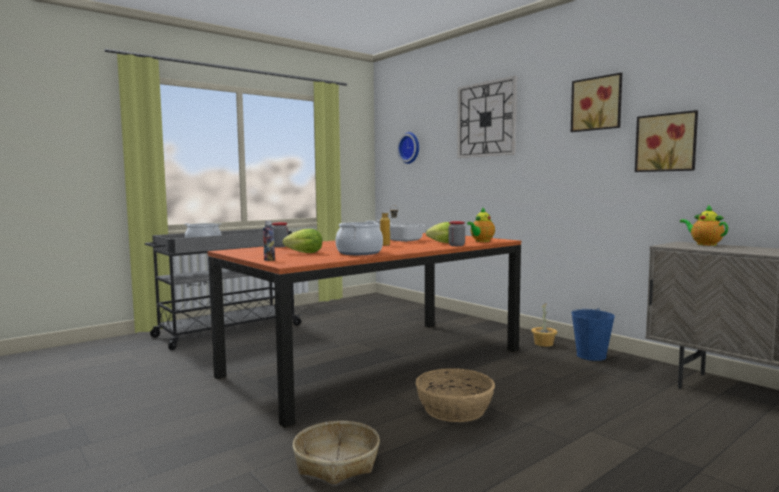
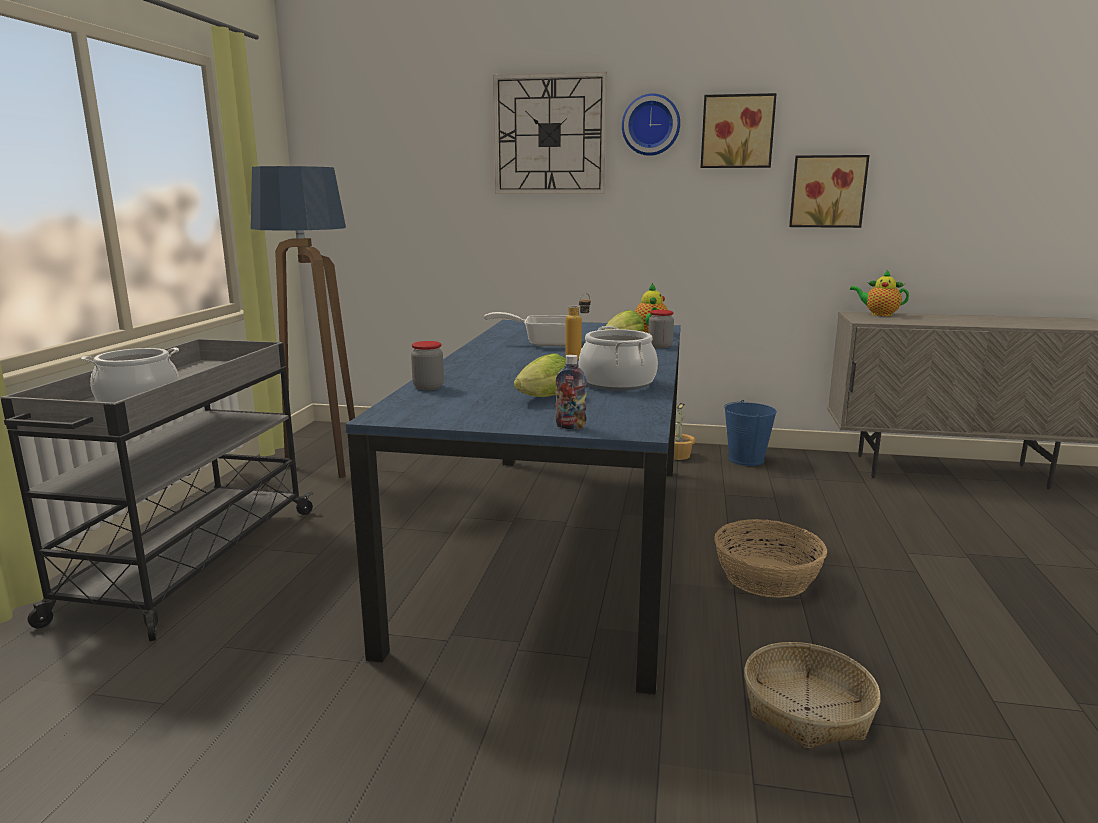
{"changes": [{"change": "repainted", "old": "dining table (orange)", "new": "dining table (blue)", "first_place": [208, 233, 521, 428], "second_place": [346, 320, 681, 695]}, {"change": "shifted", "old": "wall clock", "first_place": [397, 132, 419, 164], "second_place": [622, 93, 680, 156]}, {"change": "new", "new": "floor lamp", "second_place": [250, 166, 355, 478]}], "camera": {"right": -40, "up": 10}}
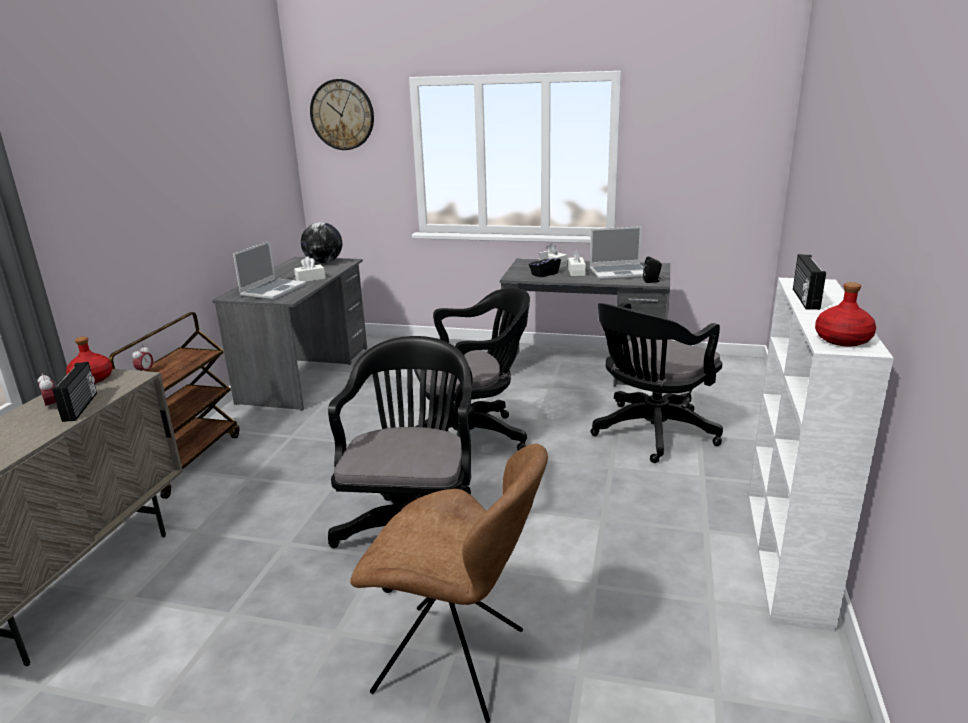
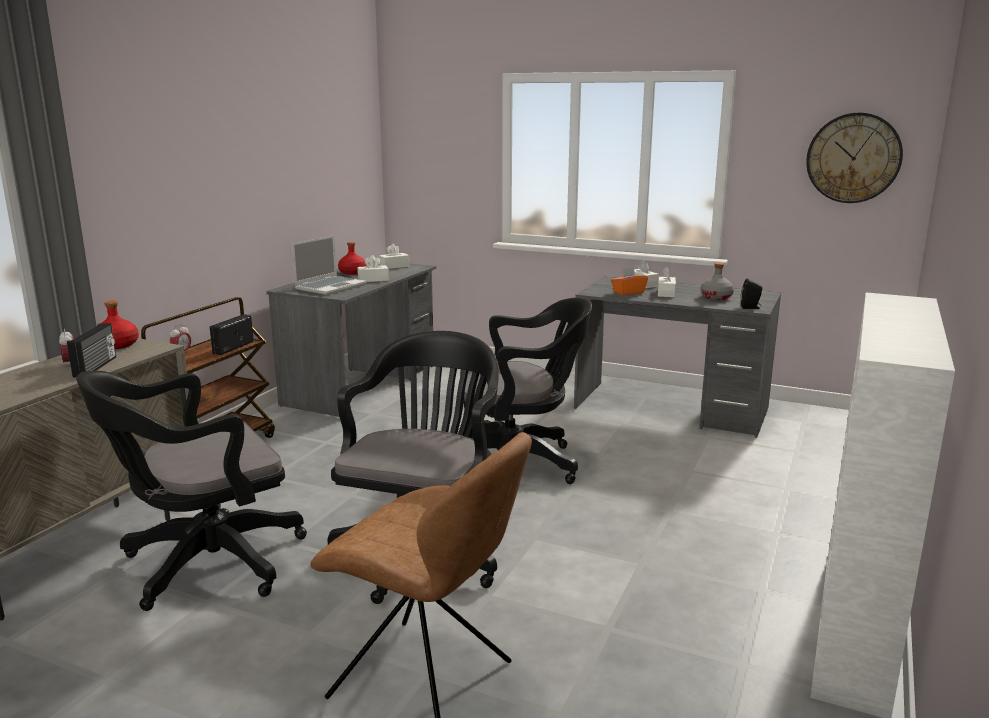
{"changes": [{"change": "swapped", "old": "globe", "new": "tissue box (white)", "first_place": [301, 222, 342, 264], "second_place": [379, 244, 409, 269]}, {"change": "shifted", "old": "wall clock", "first_place": [310, 79, 374, 150], "second_place": [806, 112, 903, 203]}, {"change": "repainted", "old": "tissue box (black)", "new": "tissue box (orange)", "first_place": [529, 251, 561, 277], "second_place": [611, 267, 648, 295]}, {"change": "swapped", "old": "laptop", "new": "bottle (grey)", "first_place": [590, 226, 643, 280], "second_place": [701, 263, 734, 300]}, {"change": "shifted", "old": "office chair (black)", "first_place": [590, 302, 723, 463], "second_place": [76, 370, 307, 611]}, {"change": "shifted", "old": "radio", "first_place": [793, 254, 826, 310], "second_place": [210, 314, 254, 355]}, {"change": "shifted", "old": "bottle (red)", "first_place": [815, 282, 876, 346], "second_place": [338, 242, 367, 275]}], "camera": {"right": 10, "up": -5}}
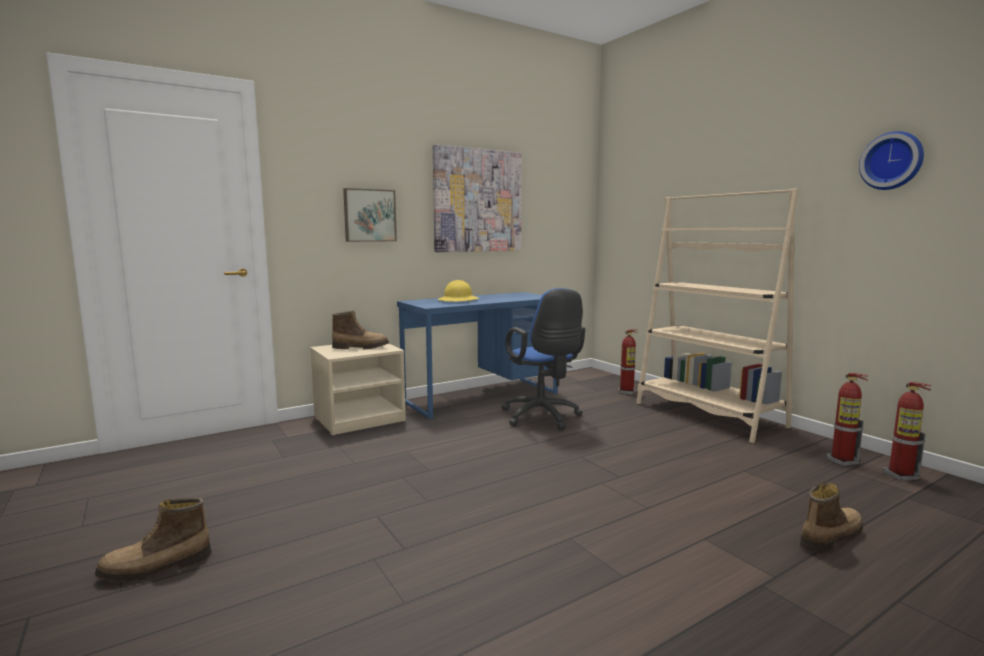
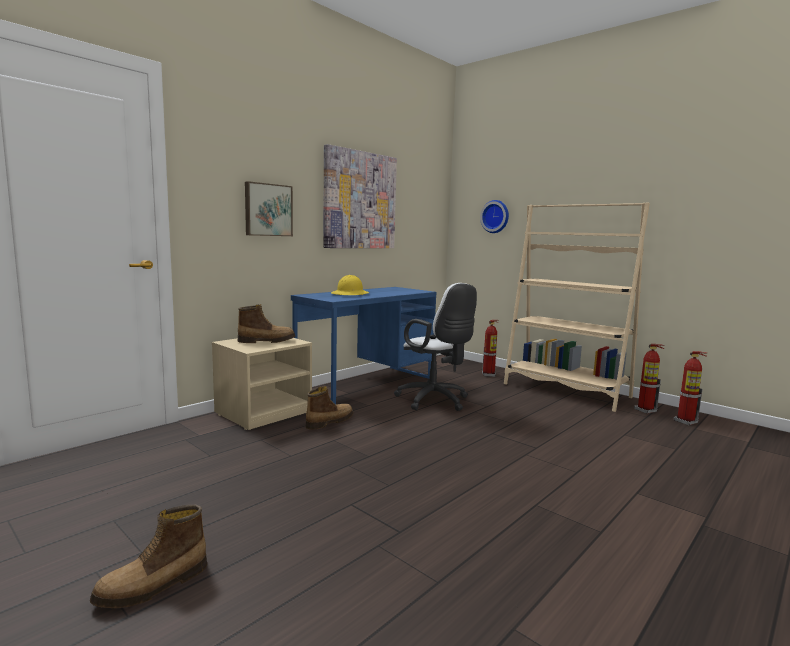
{"changes": [{"change": "repainted", "old": "office chair (blue)", "new": "office chair (white)", "first_place": [502, 288, 585, 430], "second_place": [394, 283, 477, 411]}, {"change": "shifted", "old": "boot", "first_place": [800, 483, 863, 554], "second_place": [306, 386, 353, 429]}, {"change": "shifted", "old": "wall clock", "first_place": [859, 131, 924, 190], "second_place": [480, 200, 509, 233]}, {"change": "shifted", "old": "fire extinguisher", "first_place": [883, 382, 931, 481], "second_place": [634, 344, 665, 414]}], "camera": {"right": -15, "up": 0}}
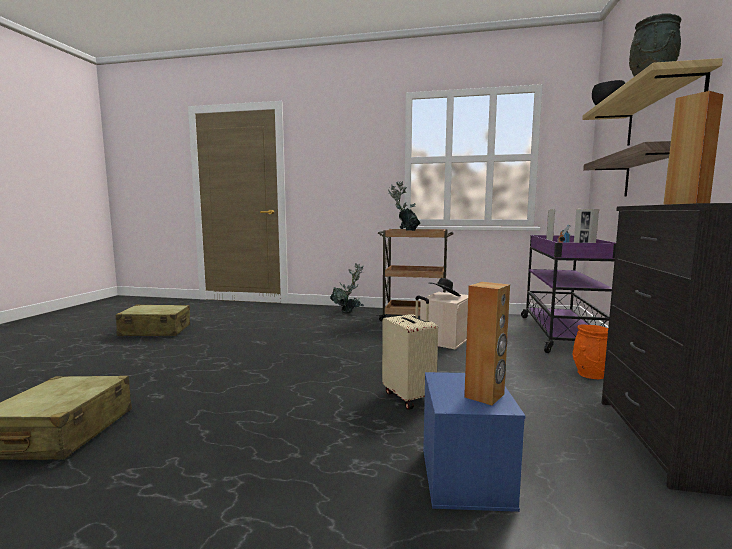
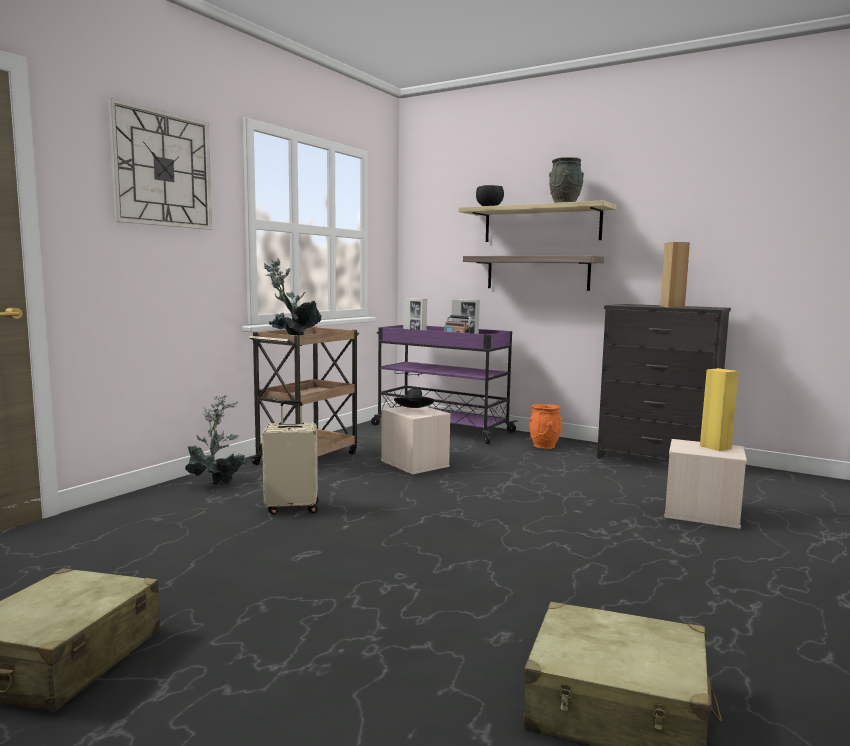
{"changes": [{"change": "shifted", "old": "suitcase (beige)", "first_place": [382, 295, 438, 410], "second_place": [262, 400, 319, 514]}, {"change": "repainted", "old": "storage box (blue)", "new": "storage box (beige)", "first_place": [423, 372, 525, 512], "second_place": [664, 439, 747, 529]}, {"change": "repainted", "old": "speaker (brown)", "new": "speaker (yellow)", "first_place": [464, 282, 510, 406], "second_place": [700, 368, 738, 451]}, {"change": "new", "new": "wall clock", "second_place": [108, 98, 212, 230]}], "camera": {"right": -70, "up": 0}}
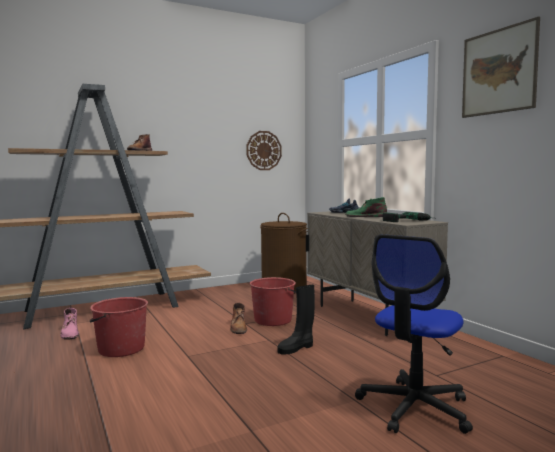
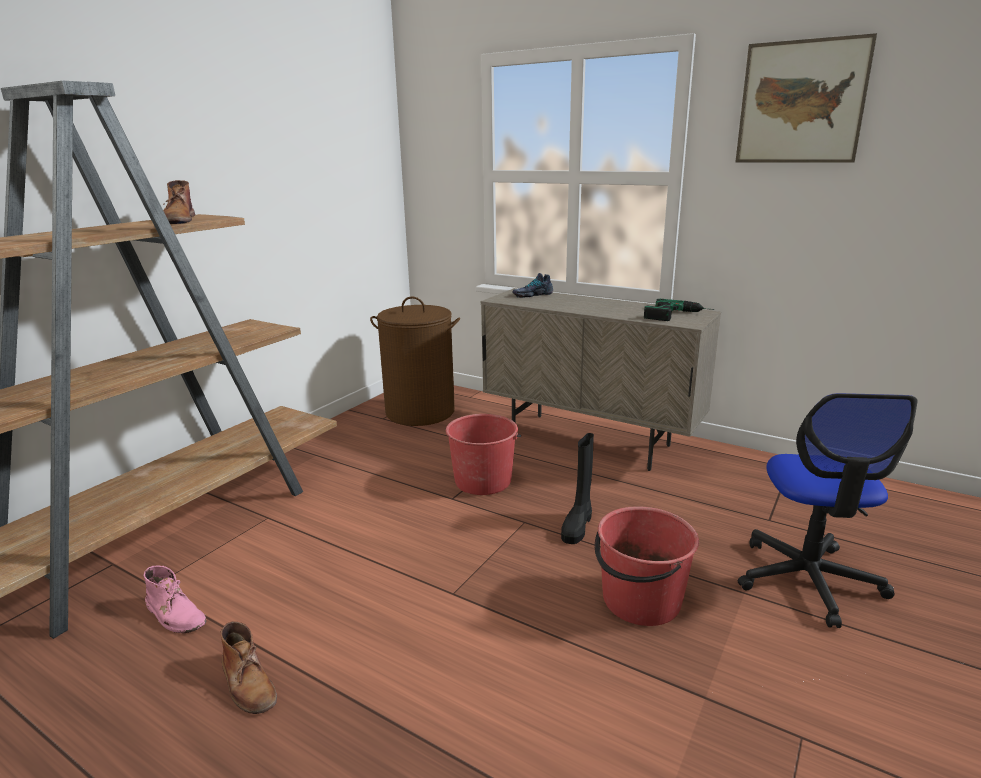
{"changes": [{"change": "shifted", "old": "bucket (red)", "first_place": [89, 297, 148, 357], "second_place": [595, 507, 699, 626]}, {"change": "shifted", "old": "boot (brown)", "first_place": [230, 303, 247, 334], "second_place": [221, 621, 277, 714]}, {"change": "gone", "old": "wall clock", "first_place": [246, 131, 282, 170]}, {"change": "gone", "old": "boot (green)", "first_place": [345, 197, 387, 217]}], "camera": {"right": -30, "up": 15}}
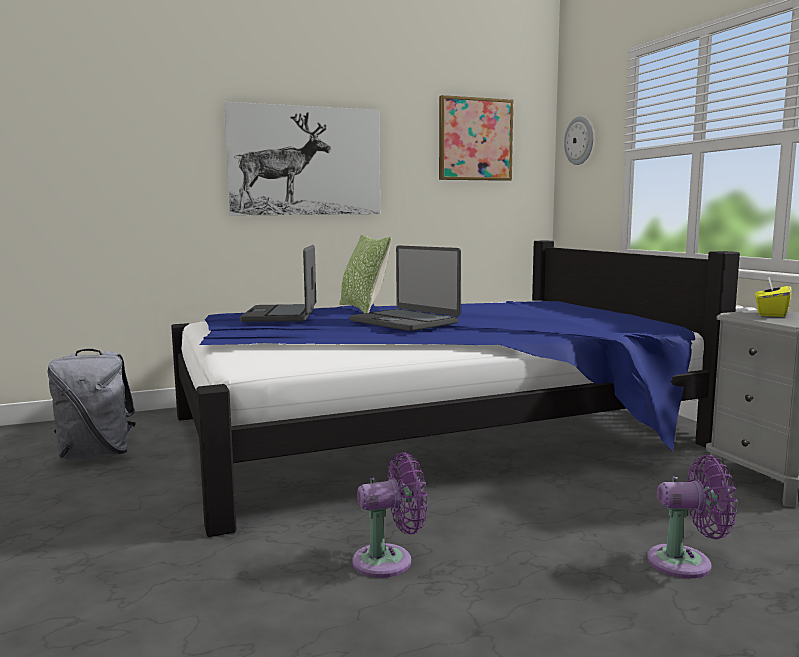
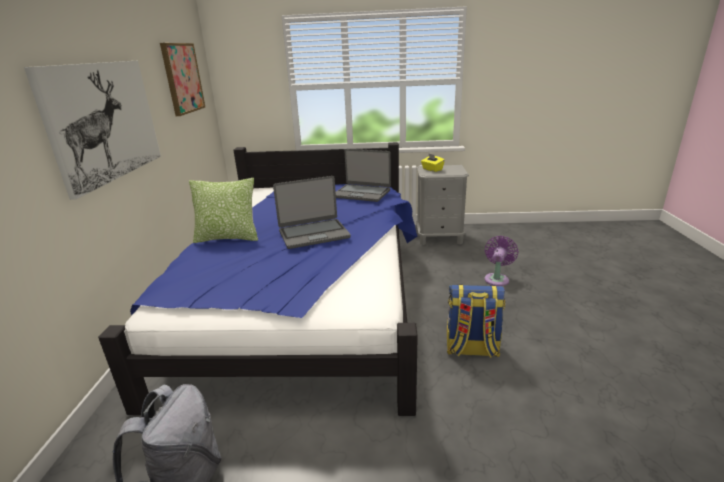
{"changes": [{"change": "shifted", "old": "laptop", "first_place": [240, 245, 316, 322], "second_place": [336, 149, 391, 202]}, {"change": "swapped", "old": "fan (purple)", "new": "backpack", "first_place": [352, 452, 428, 578], "second_place": [447, 284, 505, 358]}, {"change": "gone", "old": "wall clock", "first_place": [564, 116, 594, 165]}], "camera": {"right": -65, "up": 15}}
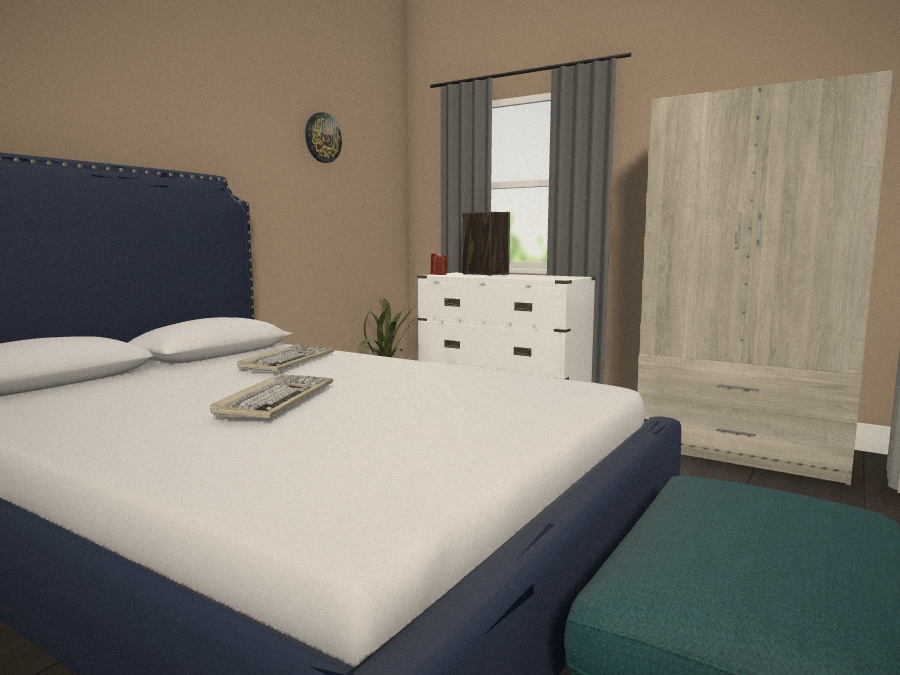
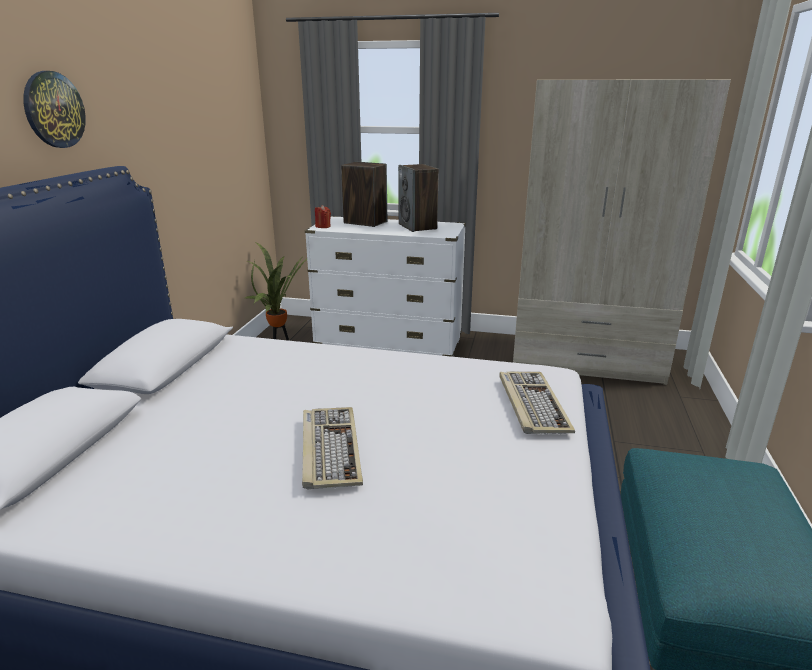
{"changes": [{"change": "shifted", "old": "keyboard", "first_place": [237, 344, 334, 371], "second_place": [499, 371, 575, 434]}, {"change": "shifted", "old": "wall clock", "first_place": [305, 112, 342, 163], "second_place": [23, 71, 86, 148]}, {"change": "new", "new": "speaker", "second_place": [398, 164, 439, 232]}], "camera": {"right": -20, "up": 15}}
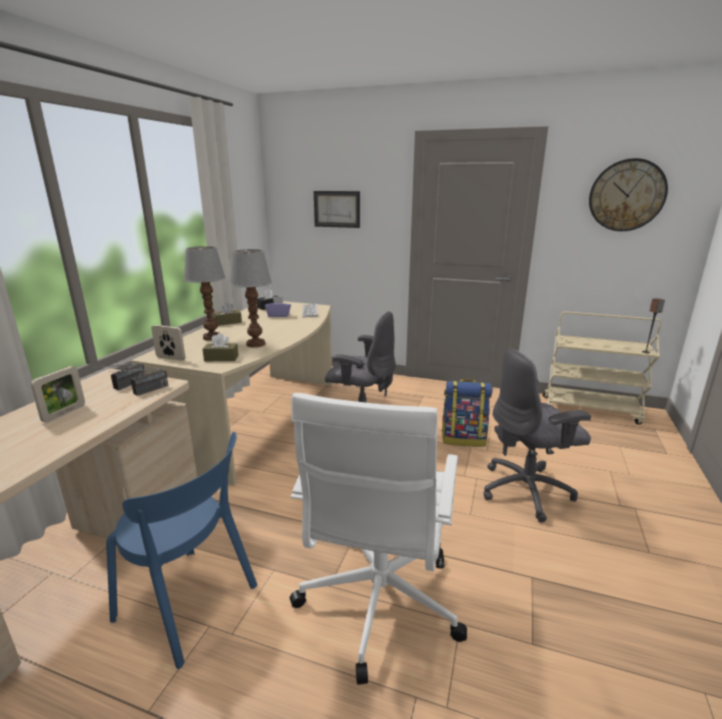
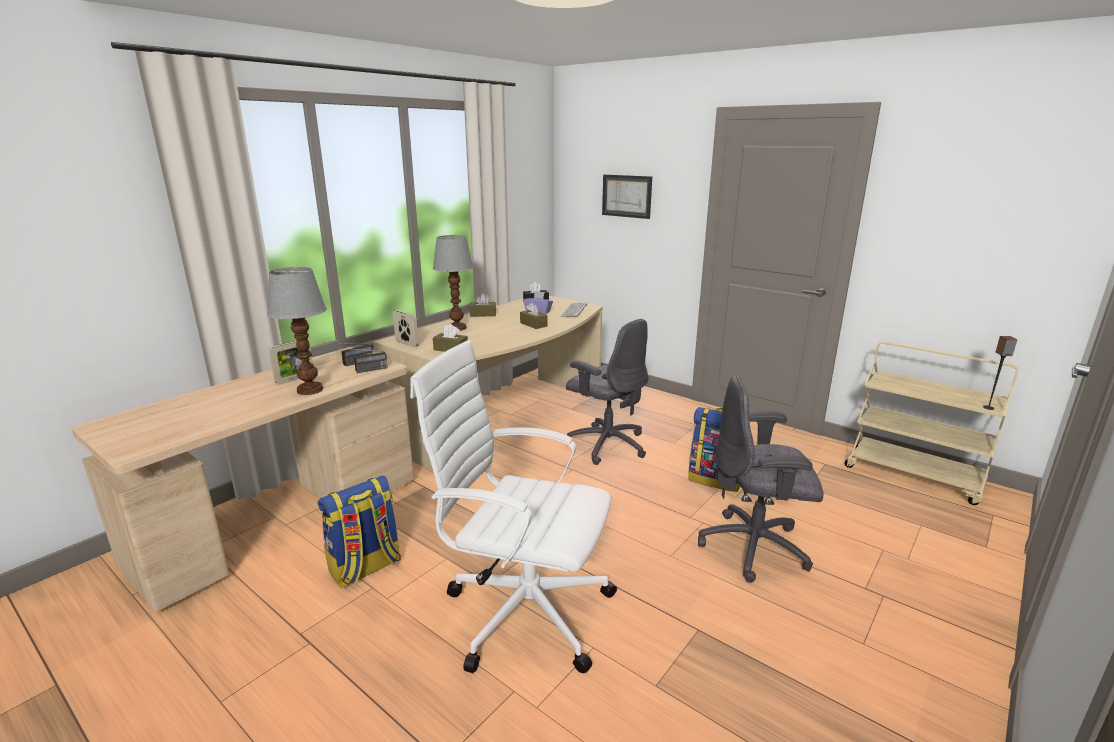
{"changes": [{"change": "swapped", "old": "chair (blue)", "new": "backpack", "first_place": [106, 432, 257, 669], "second_place": [318, 475, 401, 588]}, {"change": "shifted", "old": "table lamp", "first_place": [229, 249, 272, 348], "second_place": [267, 267, 327, 395]}, {"change": "rotated", "old": "office chair (white)", "first_place": [290, 393, 467, 684], "second_place": [410, 340, 617, 673], "degrees": 75}, {"change": "gone", "old": "wall clock", "first_place": [589, 158, 668, 231]}, {"change": "new", "new": "tissue box (brown)", "second_place": [520, 302, 548, 329]}], "camera": {"right": 20, "up": 0}}
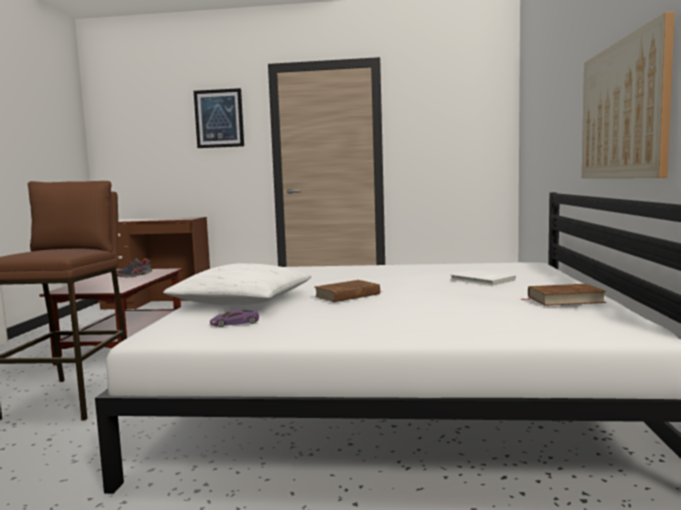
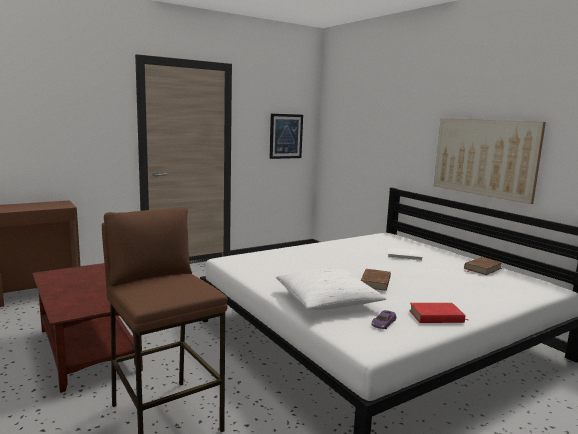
{"changes": [{"change": "gone", "old": "shoe", "first_place": [116, 259, 152, 278]}, {"change": "shifted", "old": "picture", "first_place": [194, 88, 244, 148], "second_place": [269, 114, 303, 159]}, {"change": "new", "new": "book (red)", "second_place": [409, 303, 469, 323]}], "camera": {"right": -40, "up": 5}}
